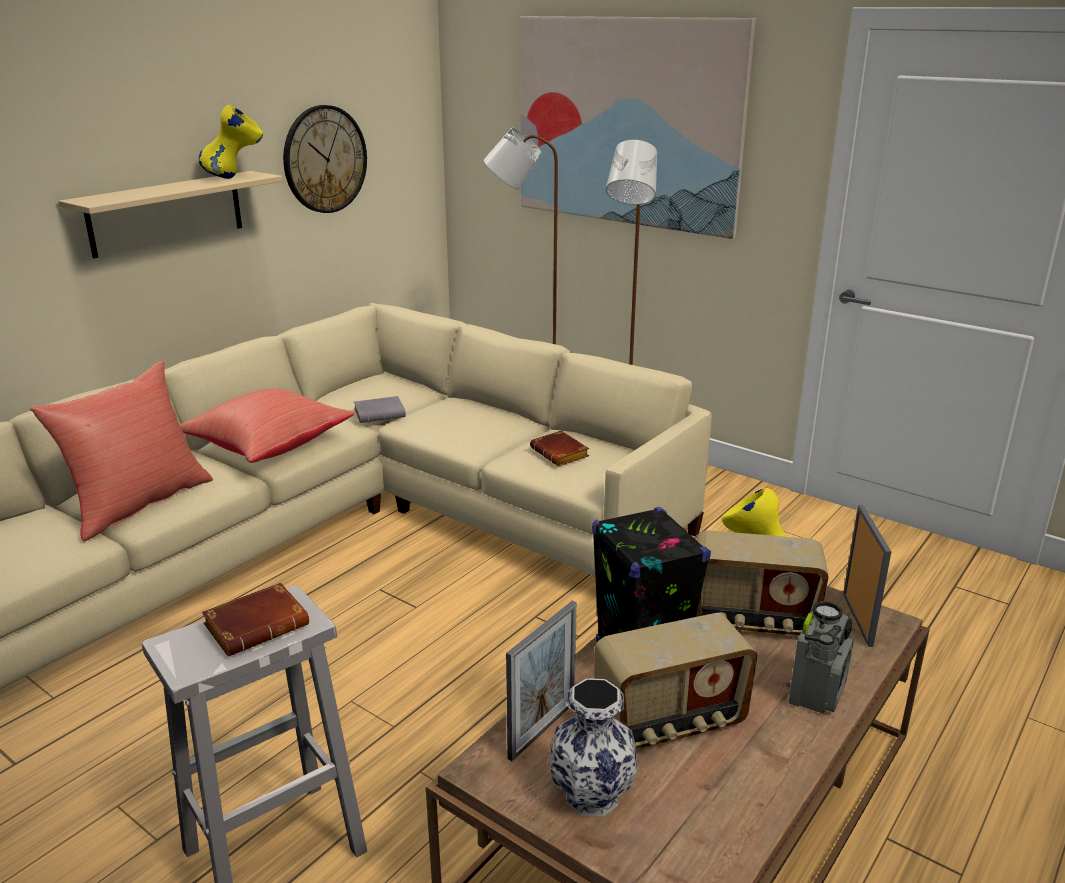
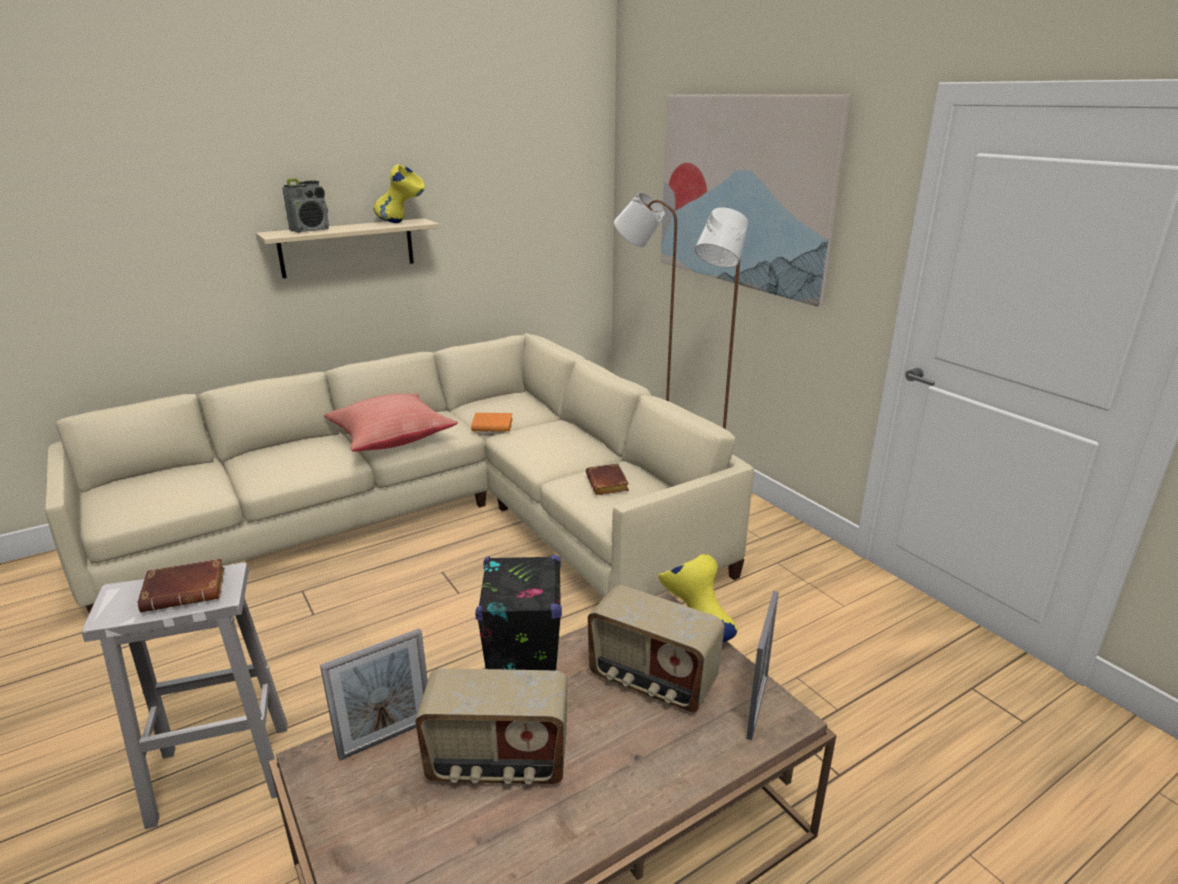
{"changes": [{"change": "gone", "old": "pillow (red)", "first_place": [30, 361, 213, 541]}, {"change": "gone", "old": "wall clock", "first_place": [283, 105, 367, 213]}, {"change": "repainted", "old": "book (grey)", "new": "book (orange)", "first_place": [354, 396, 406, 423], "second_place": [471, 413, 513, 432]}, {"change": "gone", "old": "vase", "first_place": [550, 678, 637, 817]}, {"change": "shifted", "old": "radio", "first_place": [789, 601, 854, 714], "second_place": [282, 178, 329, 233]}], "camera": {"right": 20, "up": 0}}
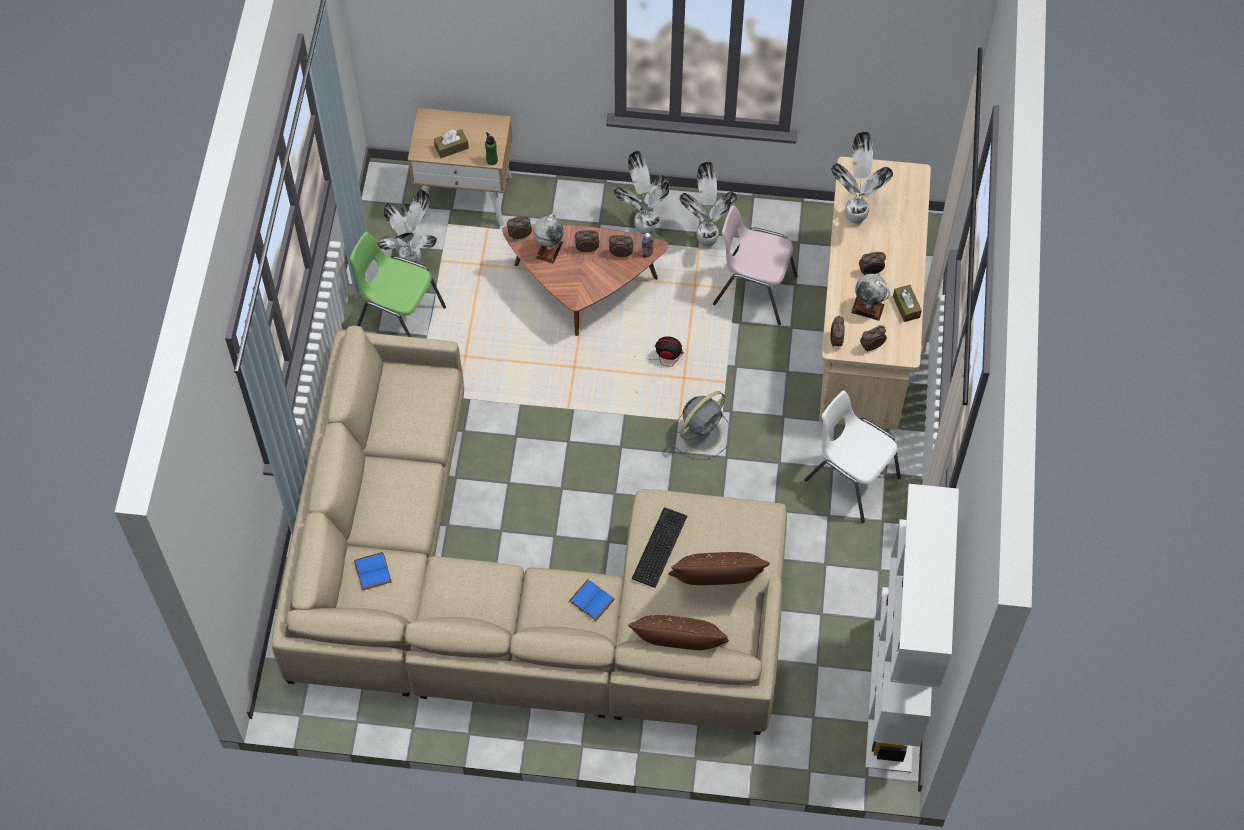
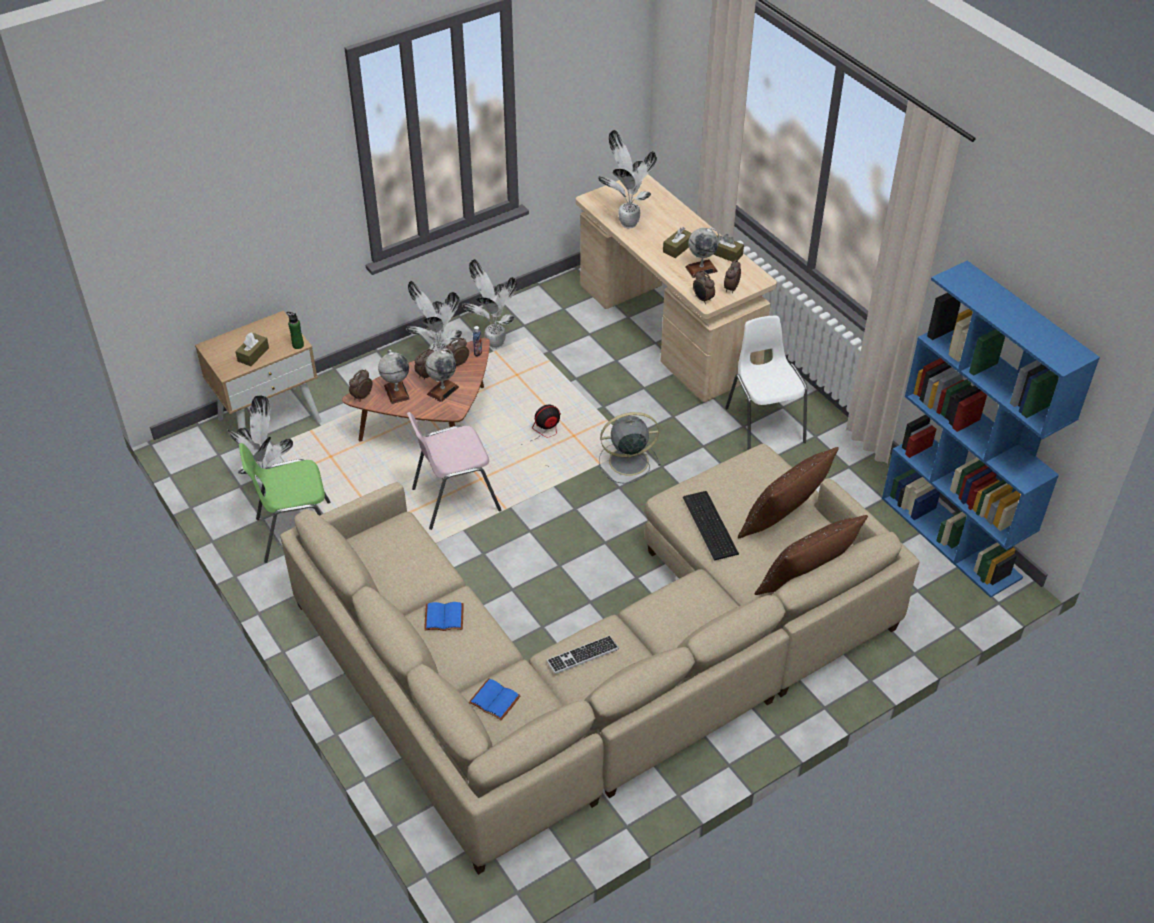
{"changes": [{"change": "shifted", "old": "book (blue)", "first_place": [569, 580, 615, 621], "second_place": [424, 602, 464, 631]}, {"change": "rotated", "old": "fan (grey)", "first_place": [671, 391, 732, 460], "second_place": [599, 412, 661, 484], "degrees": -105}, {"change": "shifted", "old": "chair (pink)", "first_place": [713, 205, 798, 325], "second_place": [407, 412, 501, 530]}, {"change": "rotated", "old": "chair (white)", "first_place": [804, 390, 901, 523], "second_place": [725, 316, 807, 450], "degrees": 75}, {"change": "swapped", "old": "alarm clock", "new": "tissue box (brown)", "first_place": [859, 252, 886, 276], "second_place": [663, 227, 692, 258]}, {"change": "repainted", "old": "bookcase (white)", "new": "bookcase (blue)", "first_place": [865, 484, 959, 773], "second_place": [882, 261, 1100, 598]}, {"change": "new", "new": "globe", "second_place": [425, 348, 459, 402]}, {"change": "new", "new": "keyboard", "second_place": [546, 635, 619, 674]}], "camera": {"right": -40, "up": -15}}
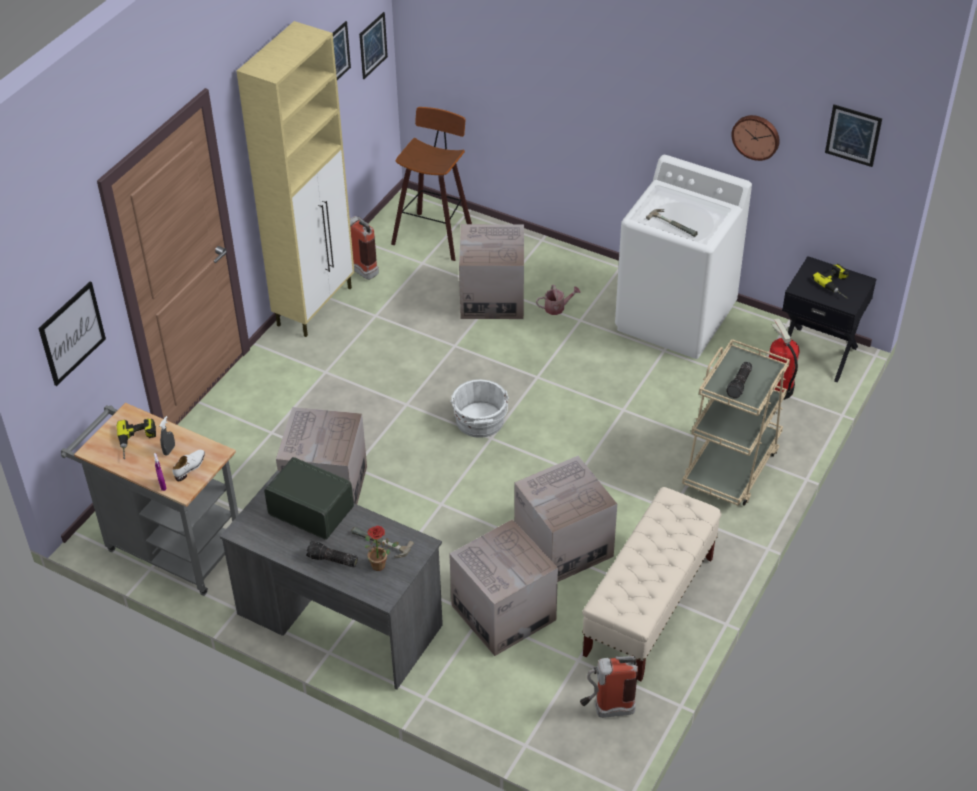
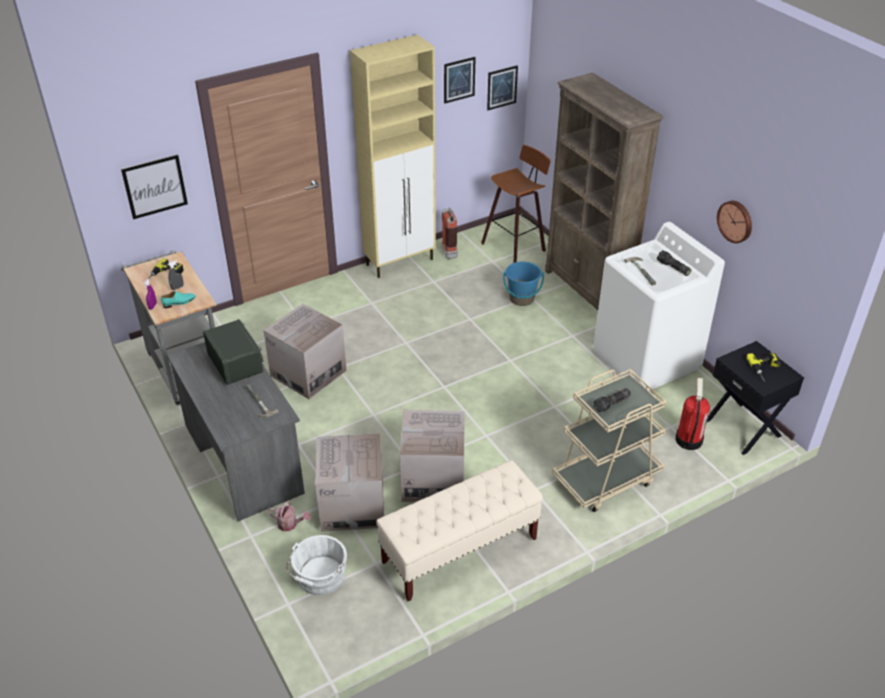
{"changes": [{"change": "repainted", "old": "shoe (white)", "new": "shoe (turquoise)", "first_place": [173, 450, 205, 481], "second_place": [161, 291, 195, 308]}, {"change": "shifted", "old": "flashlight", "first_place": [306, 541, 358, 567], "second_place": [657, 250, 691, 276]}, {"change": "gone", "old": "potted plant", "first_place": [365, 526, 399, 571]}, {"change": "shifted", "old": "bucket (white)", "first_place": [451, 379, 509, 438], "second_place": [286, 535, 347, 595]}, {"change": "swapped", "old": "cardboard box", "new": "bucket (blue)", "first_place": [459, 224, 524, 319], "second_place": [503, 262, 544, 306]}, {"change": "shifted", "old": "watering can", "first_place": [536, 285, 580, 315], "second_place": [268, 501, 311, 531]}, {"change": "gone", "old": "fire extinguisher", "first_place": [580, 656, 638, 718]}, {"change": "gone", "old": "picture", "first_place": [825, 104, 882, 167]}, {"change": "new", "new": "bookcase (brown)", "second_place": [545, 72, 663, 310]}], "camera": {"right": 30, "up": -5}}
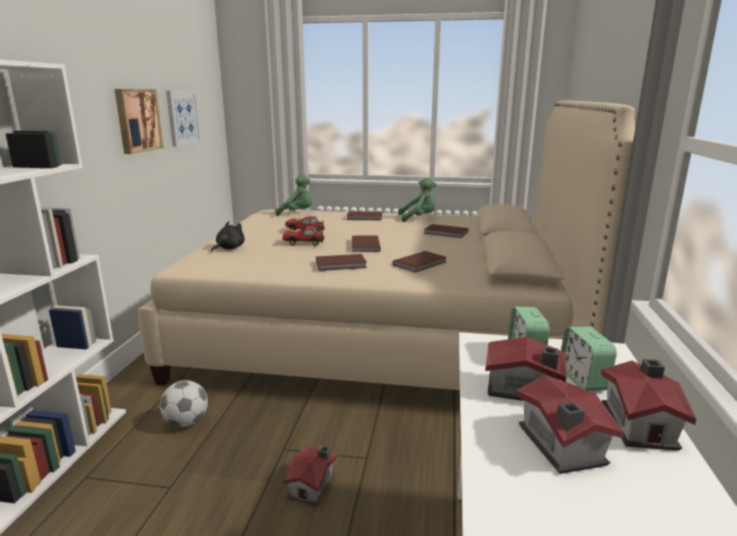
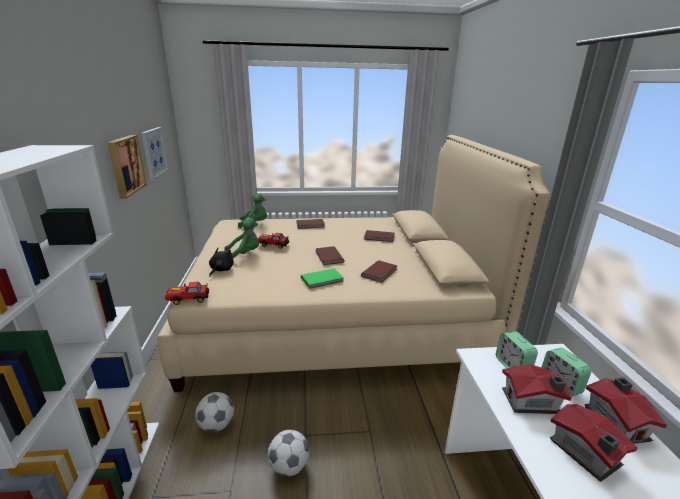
{"changes": [{"change": "shifted", "old": "toy car", "first_place": [282, 226, 324, 246], "second_place": [165, 282, 209, 305]}, {"change": "gone", "old": "toy house", "first_place": [283, 445, 337, 506]}, {"change": "repainted", "old": "book (brown)", "new": "book (green)", "first_place": [316, 254, 367, 271], "second_place": [301, 268, 344, 289]}, {"change": "shifted", "old": "plush toy (green)", "first_place": [398, 178, 436, 222], "second_place": [224, 218, 259, 258]}, {"change": "new", "new": "football", "second_place": [268, 430, 310, 476]}], "camera": {"right": -15, "up": 5}}
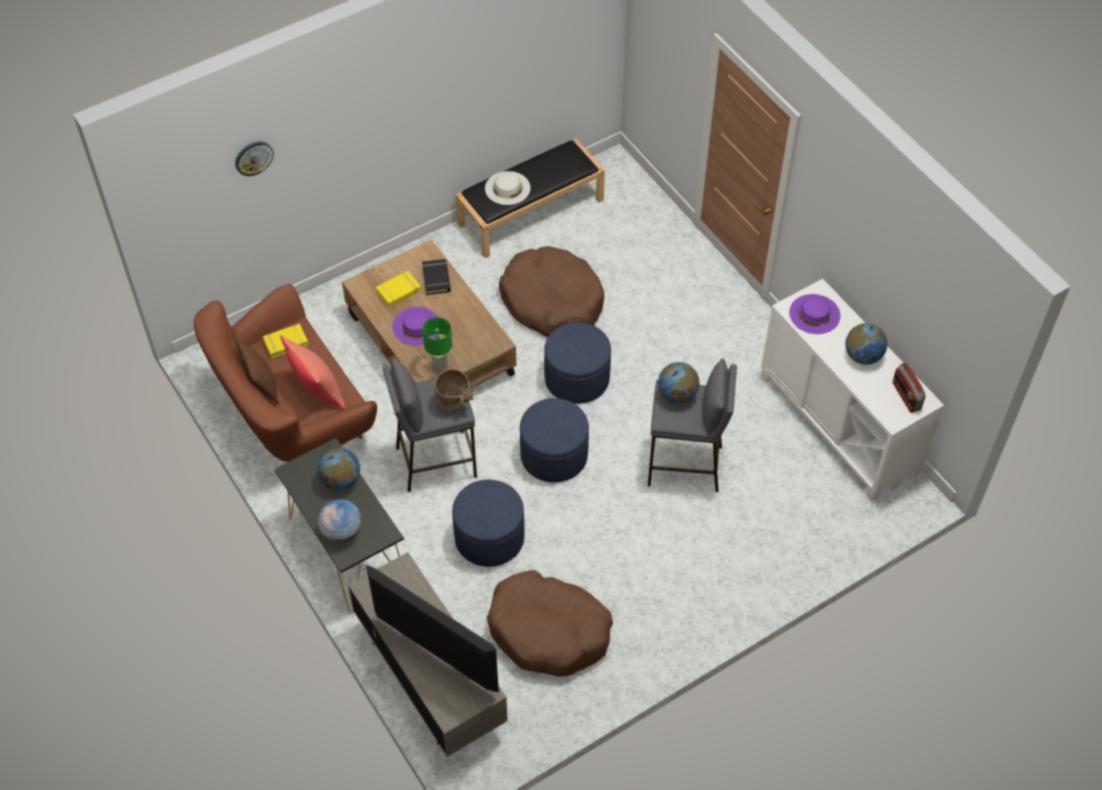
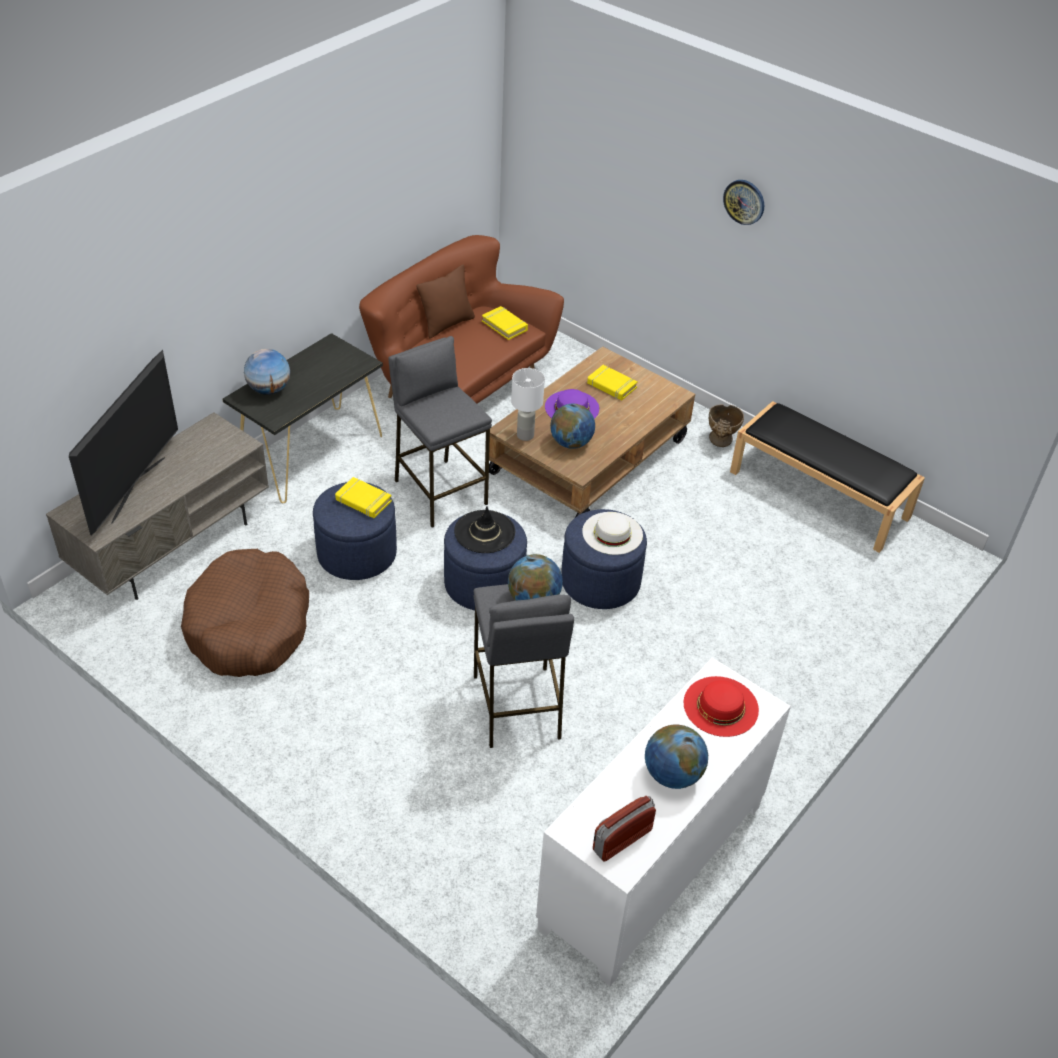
{"changes": [{"change": "shifted", "old": "wall clock", "first_place": [235, 141, 274, 176], "second_place": [723, 180, 764, 225]}, {"change": "gone", "old": "pillow (red)", "first_place": [280, 335, 345, 409]}, {"change": "shifted", "old": "globe", "first_place": [317, 448, 360, 491], "second_place": [550, 404, 595, 449]}, {"change": "gone", "old": "book (black)", "first_place": [422, 259, 451, 295]}, {"change": "repainted", "old": "table lamp (green)", "new": "table lamp (white)", "first_place": [422, 317, 452, 374], "second_place": [511, 368, 545, 441]}, {"change": "shifted", "old": "vase (beige)", "first_place": [434, 369, 474, 412], "second_place": [709, 404, 744, 447]}, {"change": "shifted", "old": "hat (white)", "first_place": [485, 171, 531, 205], "second_place": [582, 512, 643, 555]}, {"change": "gone", "old": "dog bed (brown)", "first_place": [499, 246, 604, 337]}, {"change": "repainted", "old": "hat (purple)", "new": "hat (red)", "first_place": [789, 294, 840, 334], "second_place": [684, 676, 759, 737]}, {"change": "new", "new": "book (yellow)", "second_place": [335, 477, 392, 518]}, {"change": "new", "new": "hat (black)", "second_place": [454, 507, 515, 553]}], "camera": {"right": 70, "up": -10}}
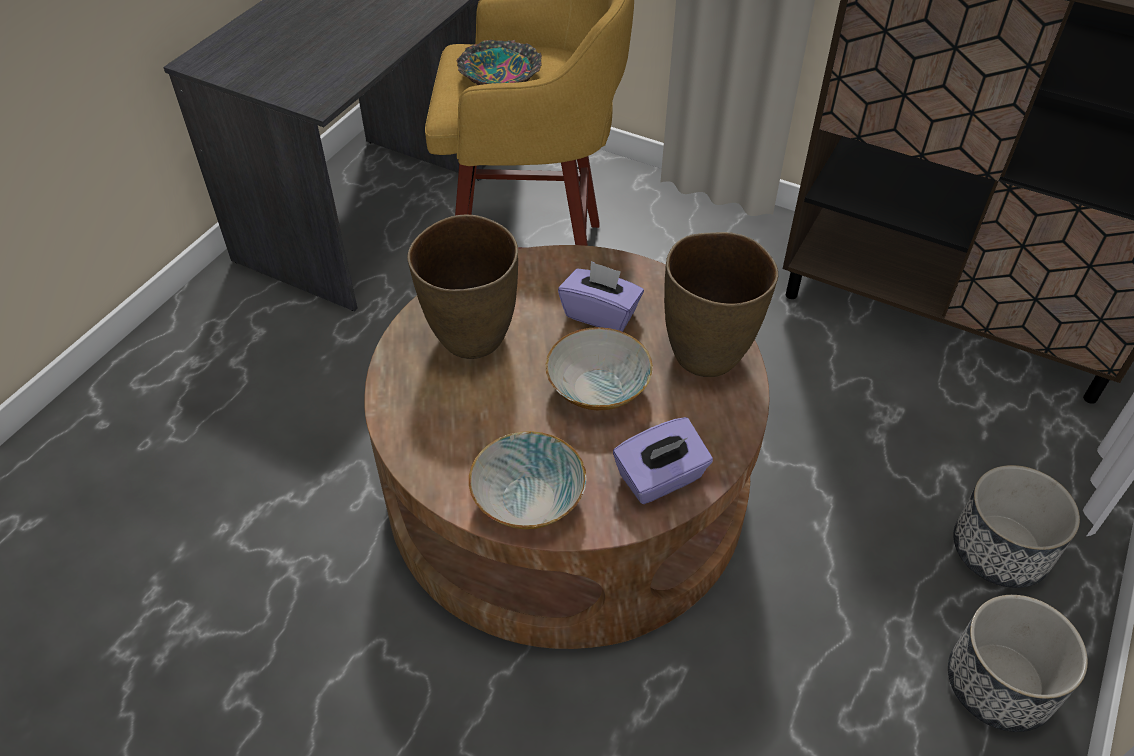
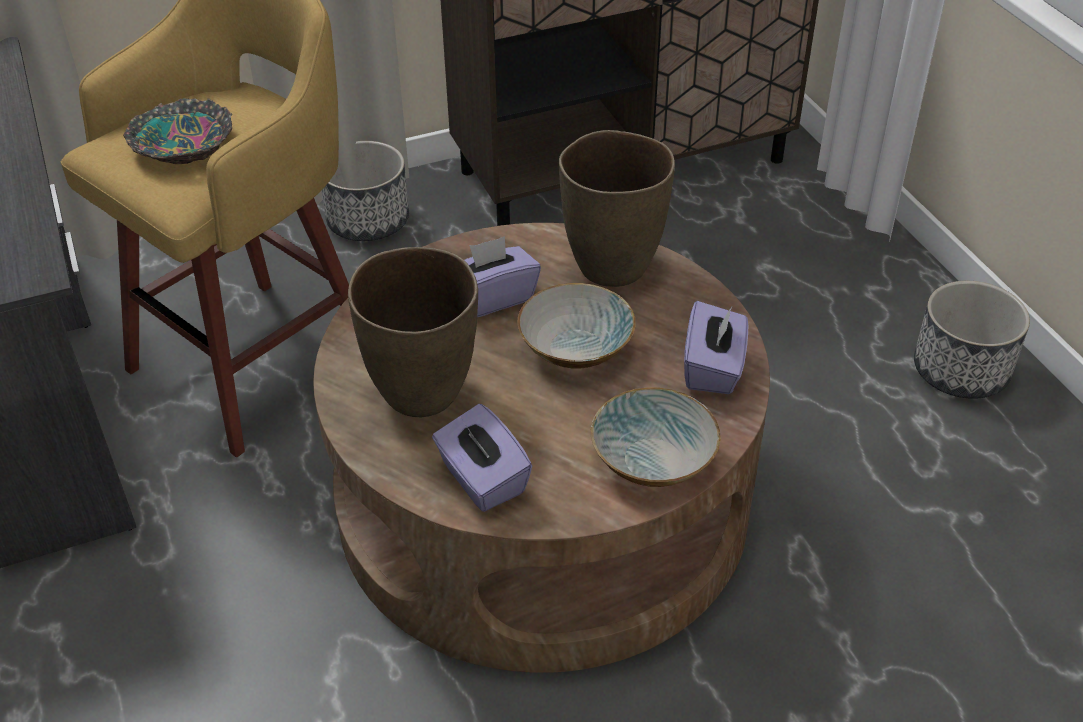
{"changes": [{"change": "shifted", "old": "planter", "first_place": [953, 465, 1080, 588], "second_place": [321, 141, 409, 241]}, {"change": "new", "new": "tissue box (purple)", "second_place": [432, 404, 532, 512]}], "camera": {"right": -50, "up": -5}}
